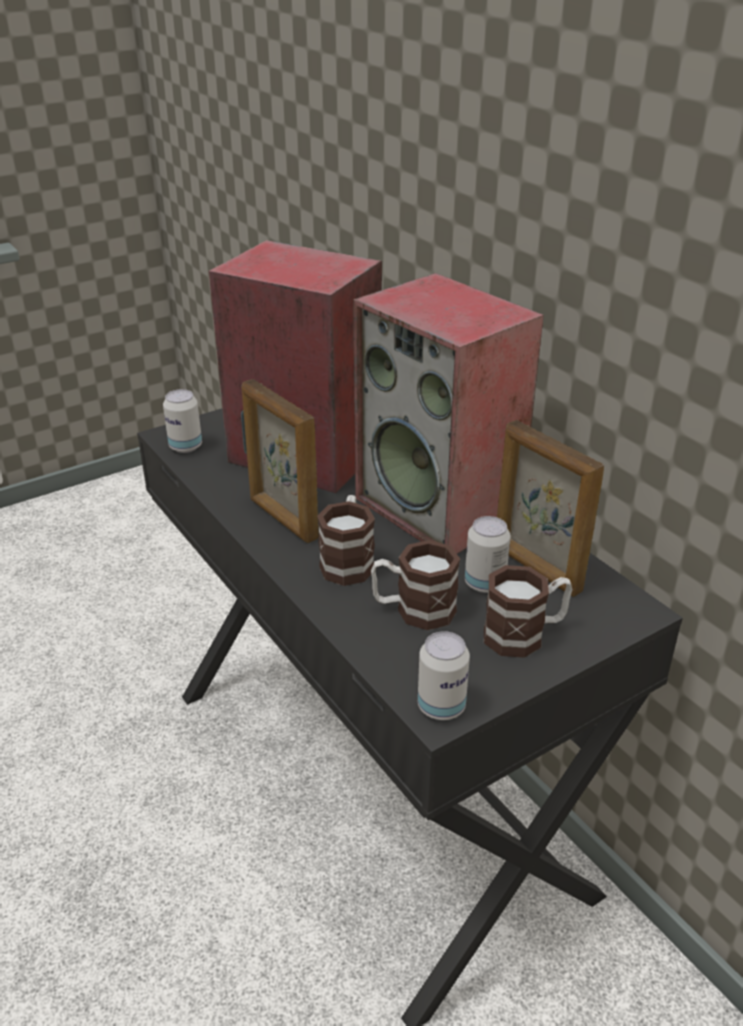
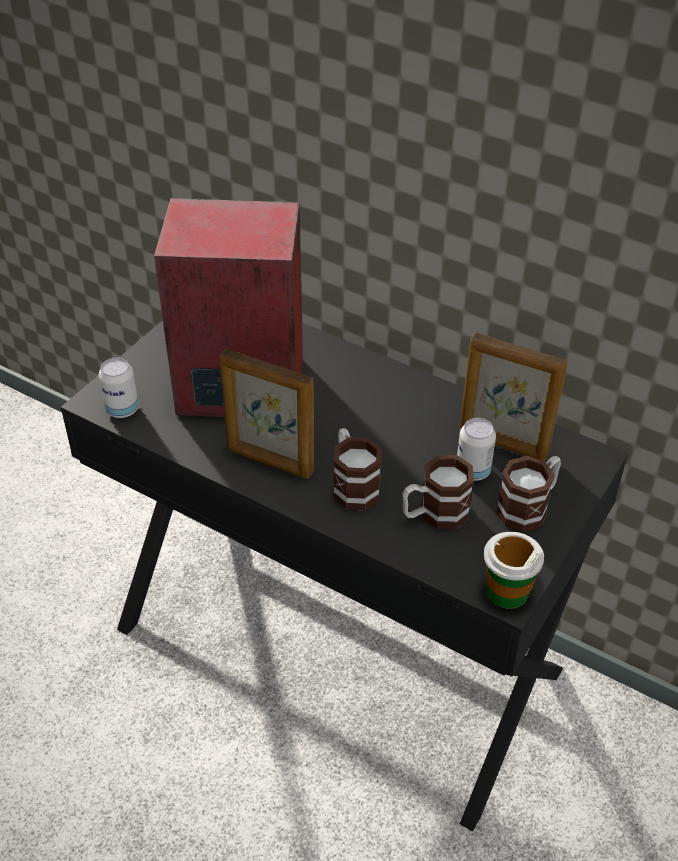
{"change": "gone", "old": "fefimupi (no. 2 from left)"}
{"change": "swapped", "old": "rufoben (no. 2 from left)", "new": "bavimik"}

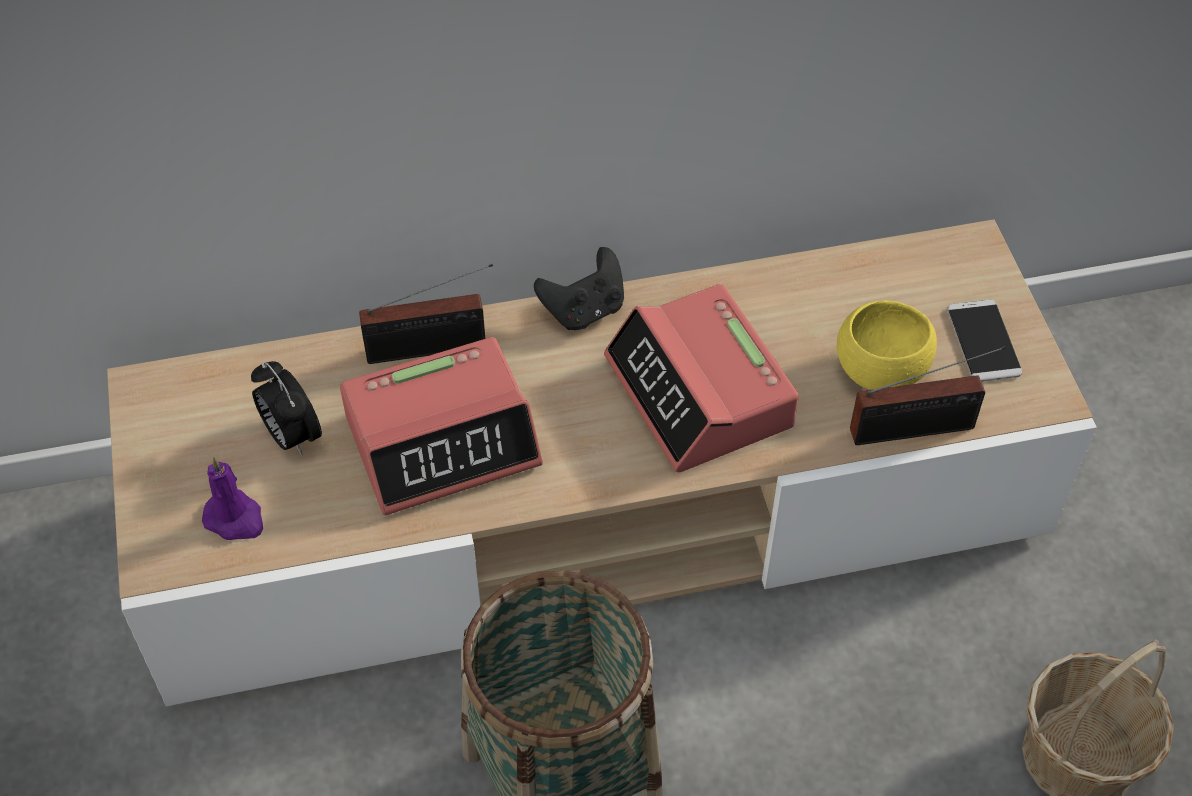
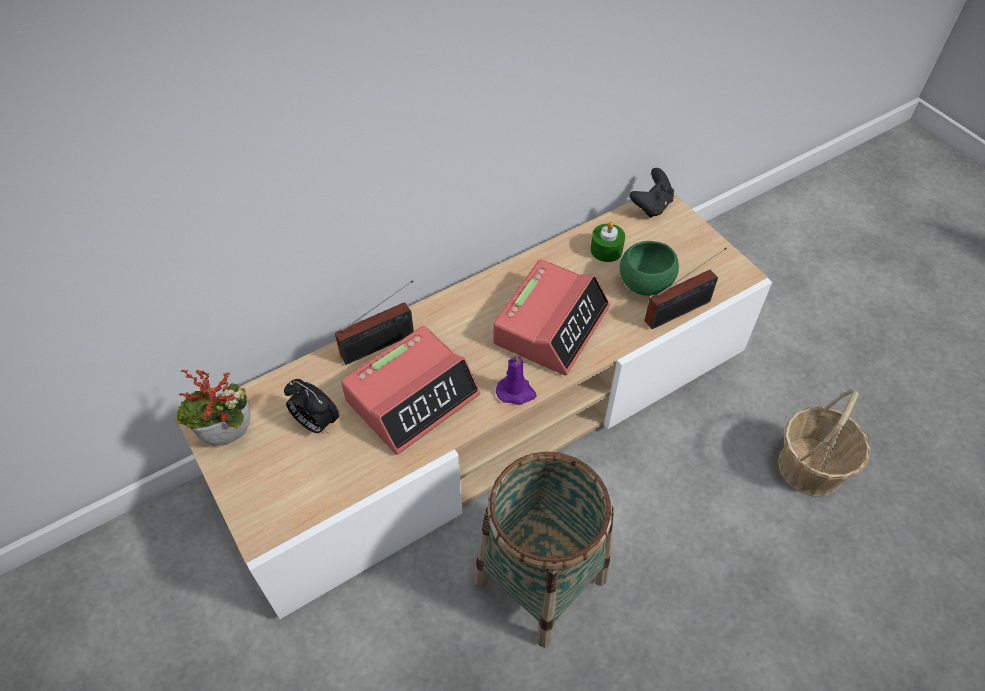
{"change": "gone", "old": "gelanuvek"}
{"change": "new", "new": "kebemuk"}
{"change": "new", "new": "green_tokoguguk"}
{"change": "shifted", "old": "purple_tokoguguk"}
{"change": "shifted", "old": "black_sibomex"}
{"change": "repainted", "old": "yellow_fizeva", "new": "green_fizeva"}
{"change": "rotated", "old": "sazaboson (no. 3 from left)", "degrees": -105}

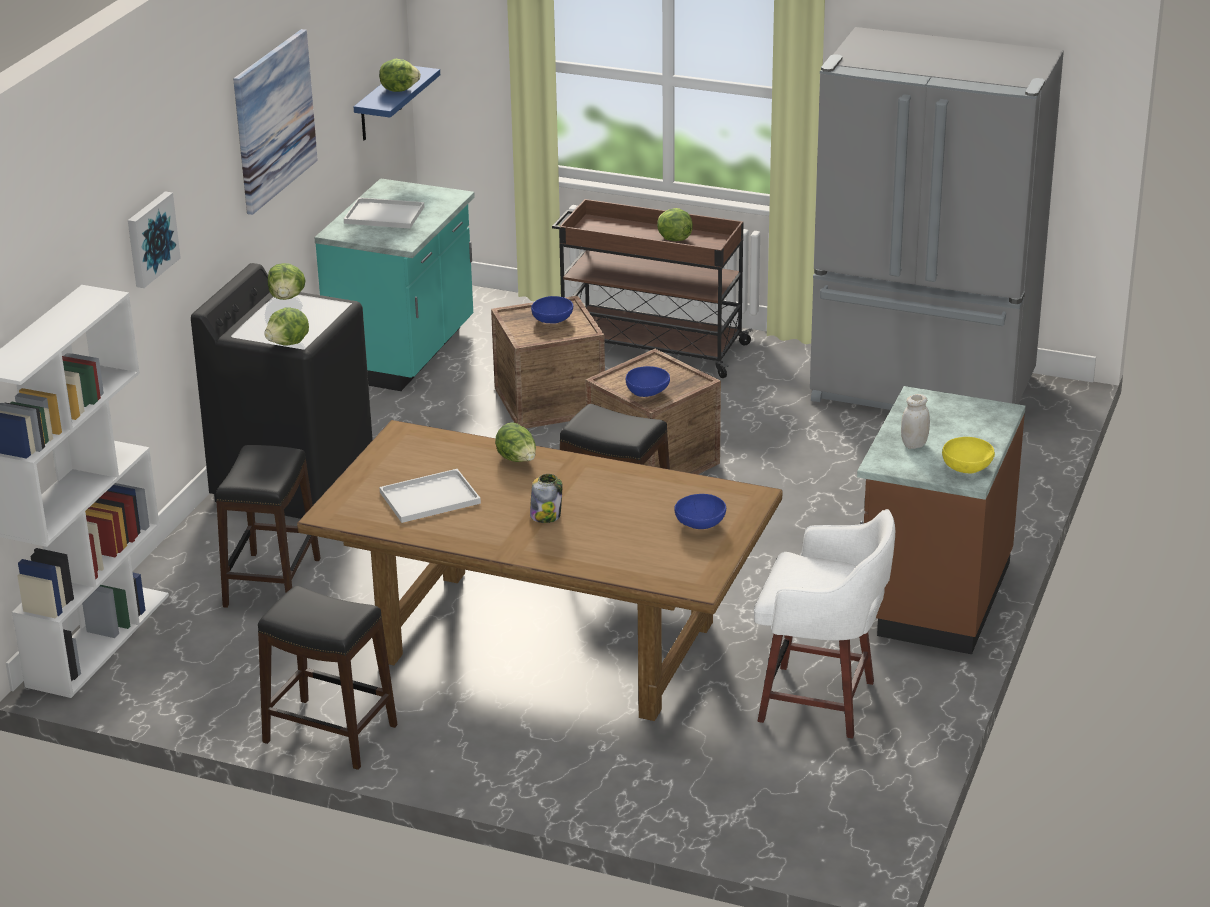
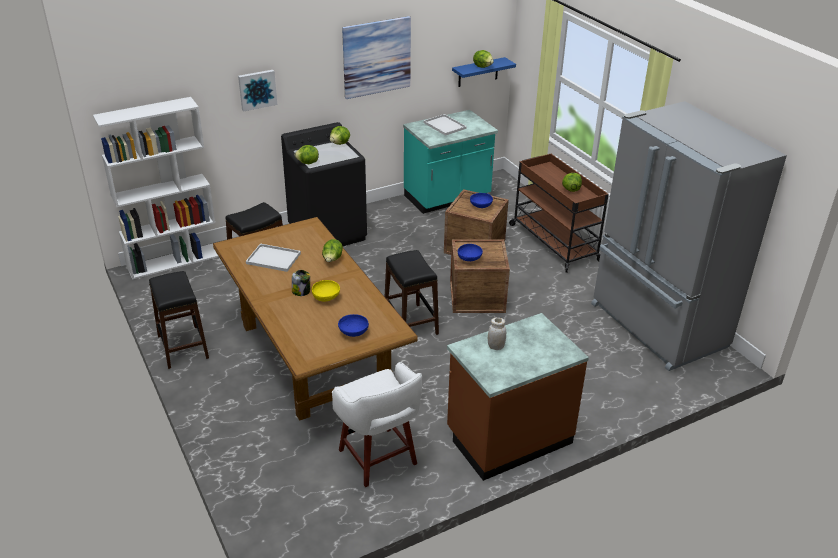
{"change": "shifted", "old": "yellow_fizeva"}

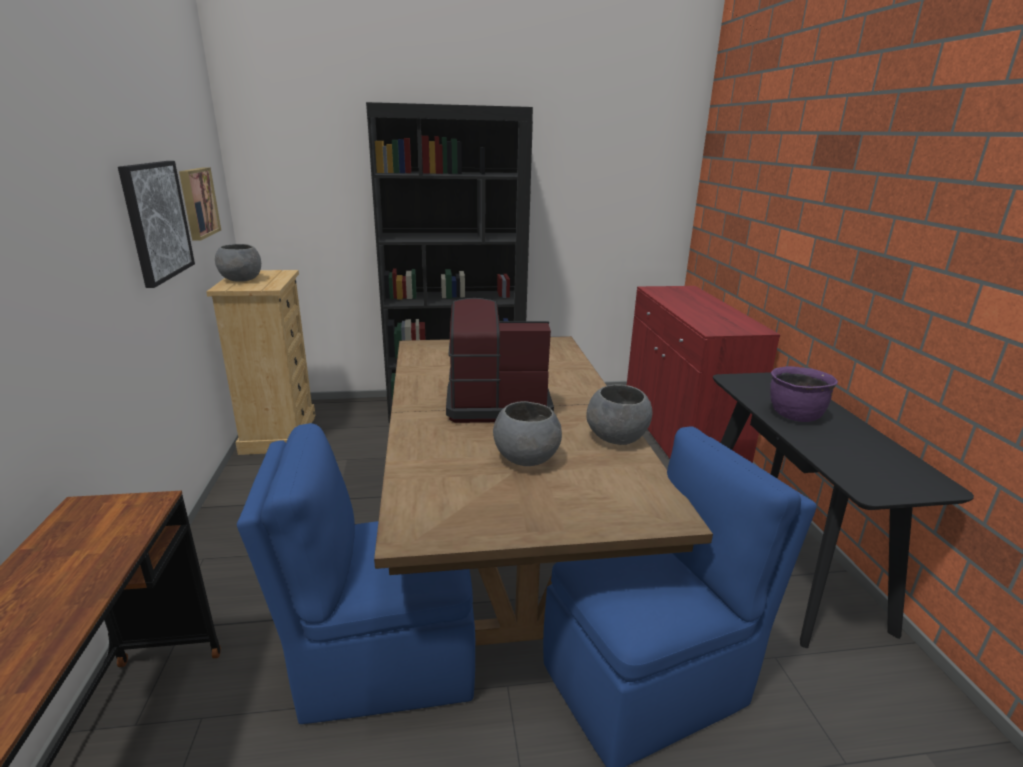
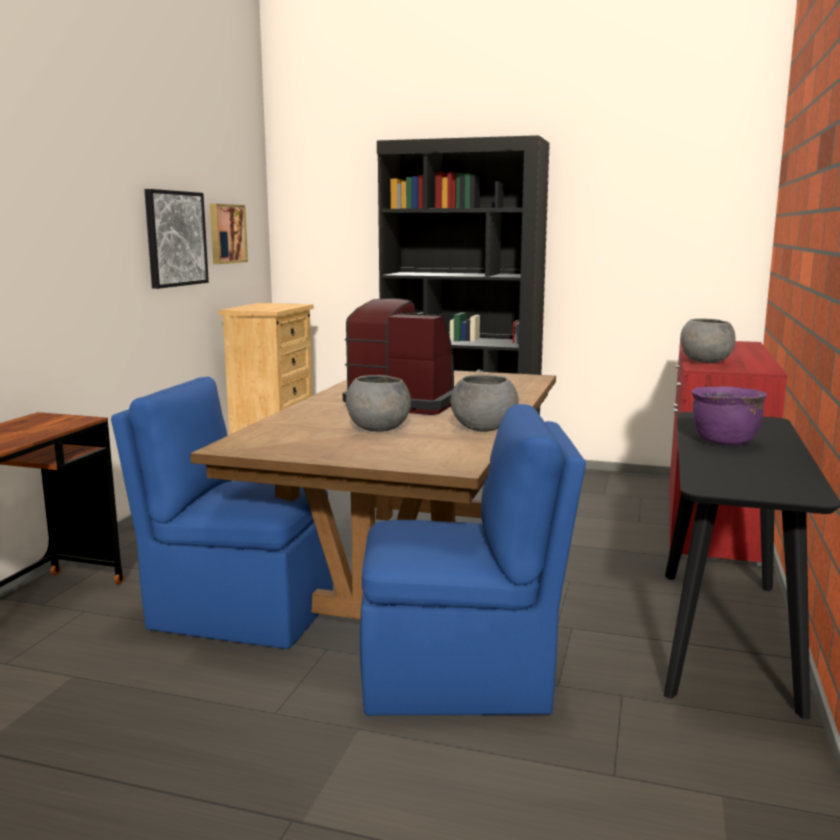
{"change": "shifted", "old": "grey_fizeva (no. 1 from left in the first image)", "new": "grey_fizeva (no. 3 from left)"}

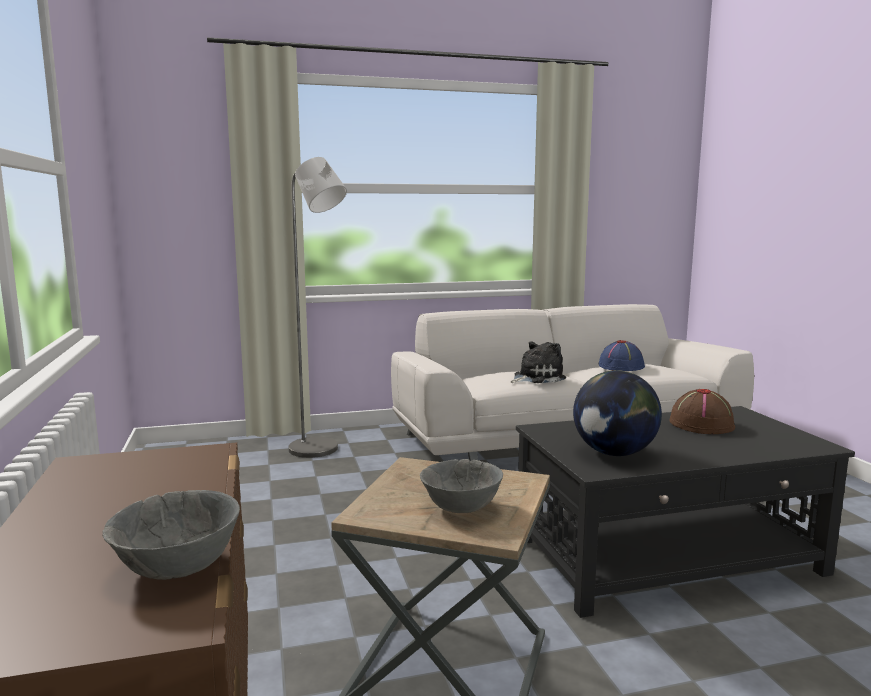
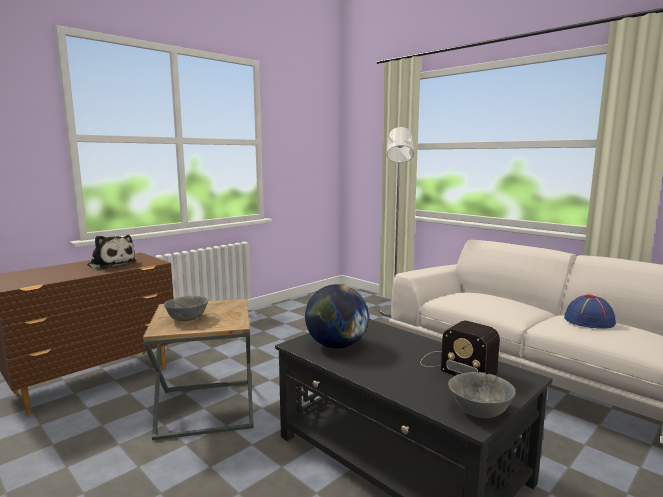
{"change": "shifted", "old": "grey_fizeva (no. 1 from left in the first image)", "new": "grey_fizeva (no. 2 from left)"}
{"change": "shifted", "old": "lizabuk"}
{"change": "swapped", "old": "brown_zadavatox", "new": "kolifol"}

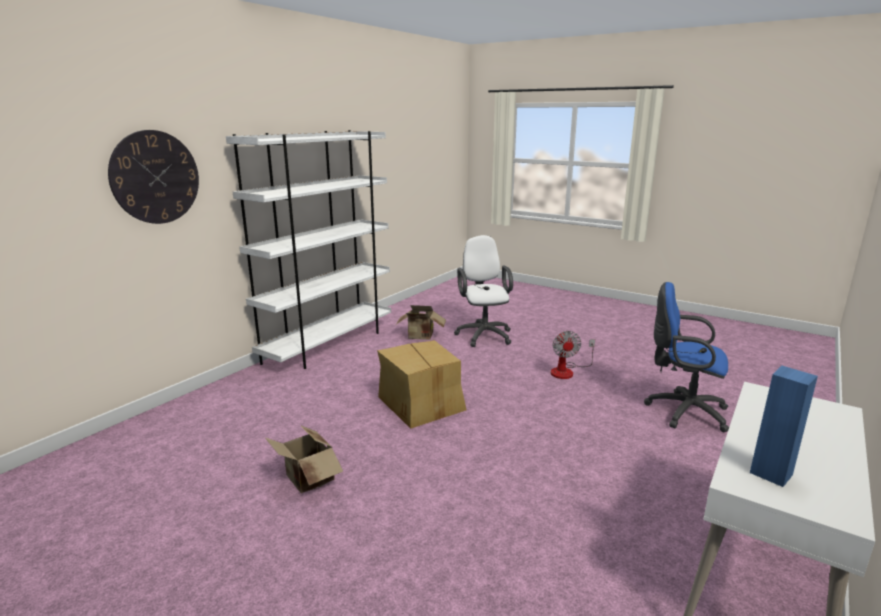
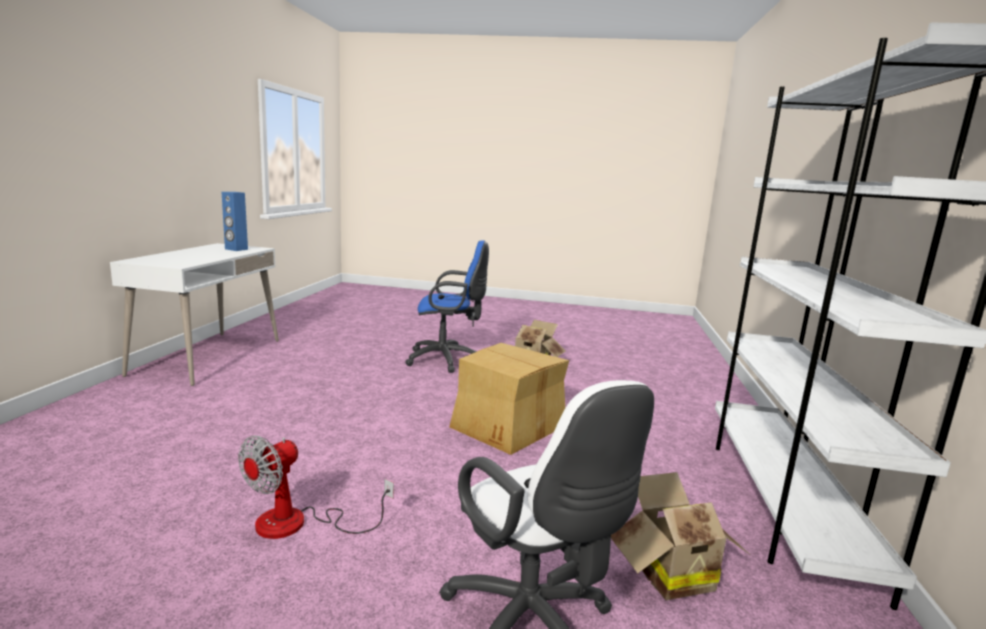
{"change": "gone", "old": "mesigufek"}
{"change": "shifted", "old": "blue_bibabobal"}
{"change": "rotated", "old": "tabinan", "degrees": -120}

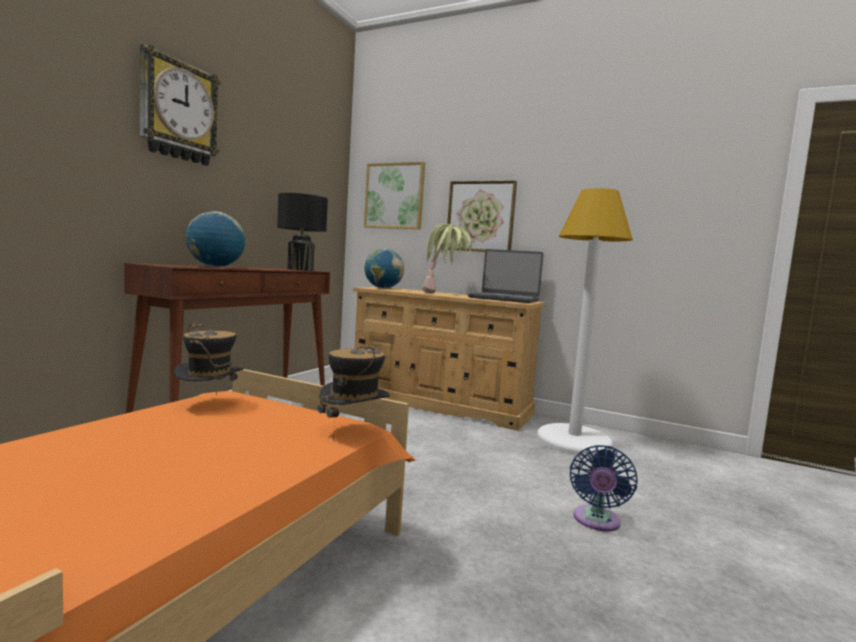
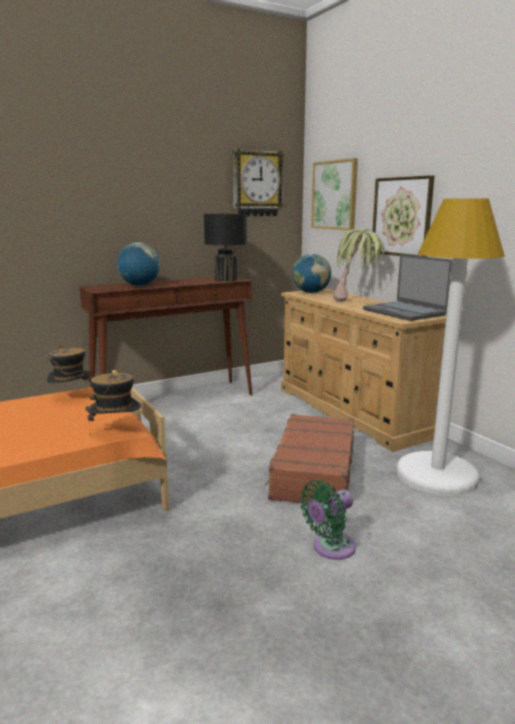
{"change": "new", "new": "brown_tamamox"}
{"change": "shifted", "old": "mesigufek"}
{"change": "repainted", "old": "blue_tabinan", "new": "green_tabinan"}

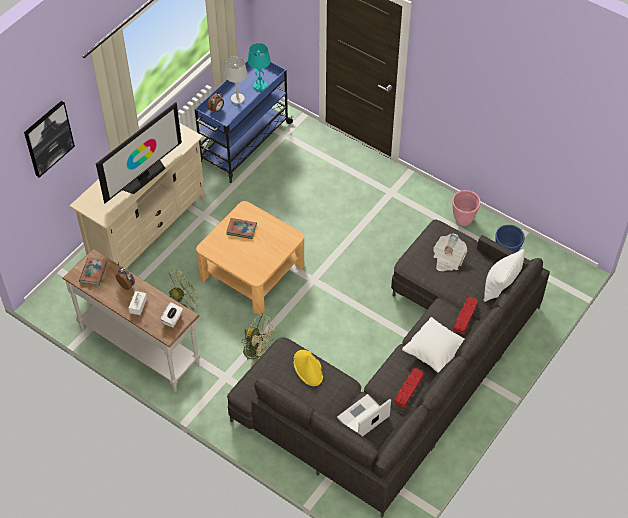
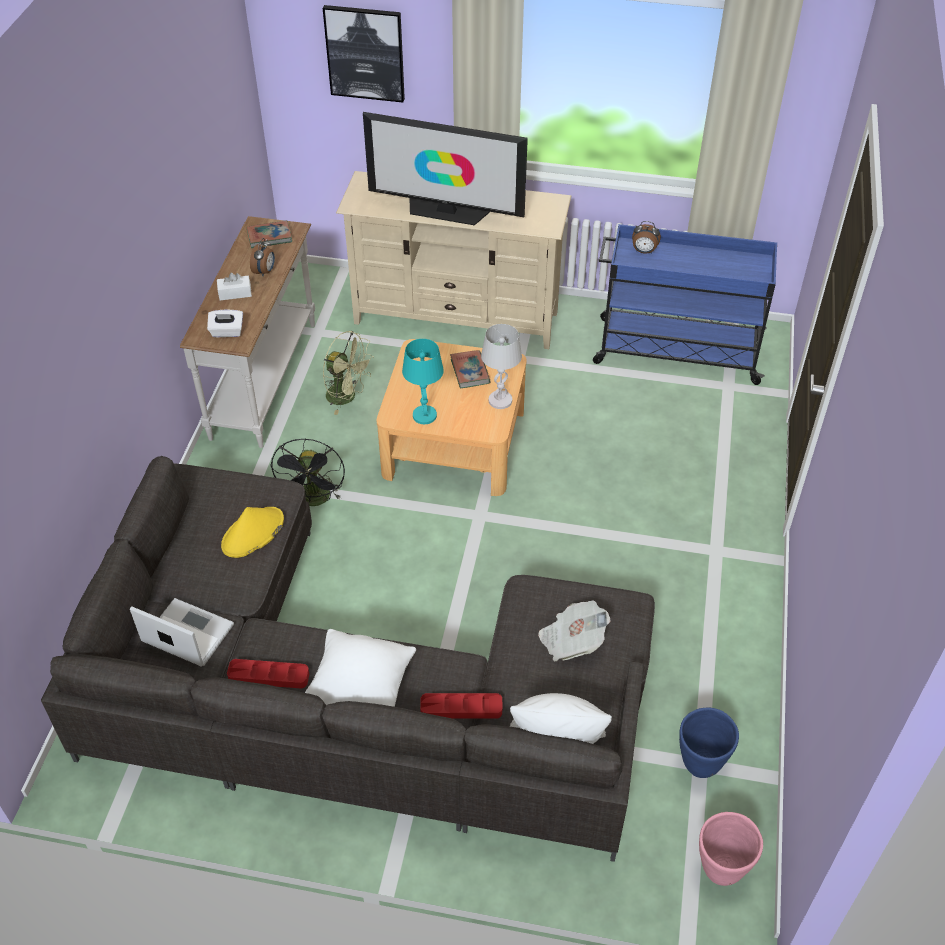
{"change": "shifted", "old": "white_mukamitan"}
{"change": "shifted", "old": "turquoise_mukamitan"}
{"change": "shifted", "old": "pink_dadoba"}
{"change": "repainted", "old": "green_tabinan (no. 2 from left)", "new": "black_tabinan"}

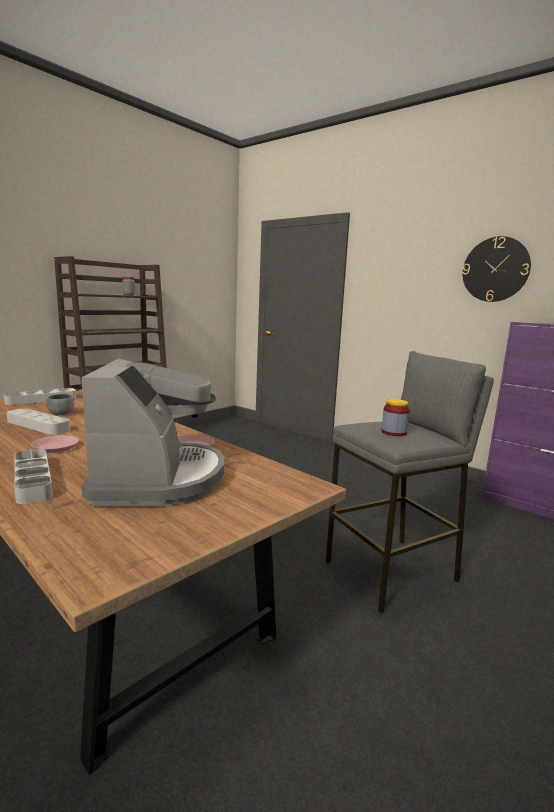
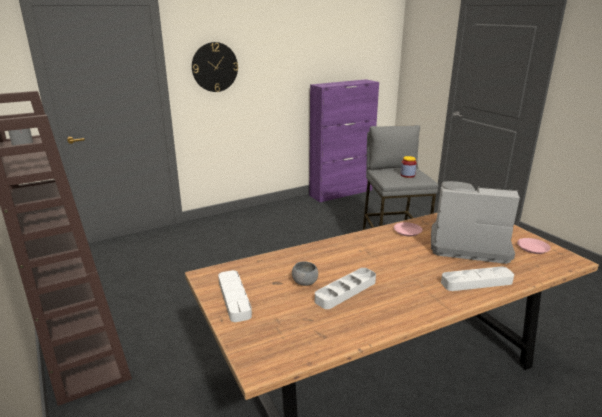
{"change": "shifted", "old": "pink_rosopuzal (no. 1 from left in the first image)", "new": "pink_rosopuzal (no. 2 from left)"}
{"change": "shifted", "old": "mesigufek"}

